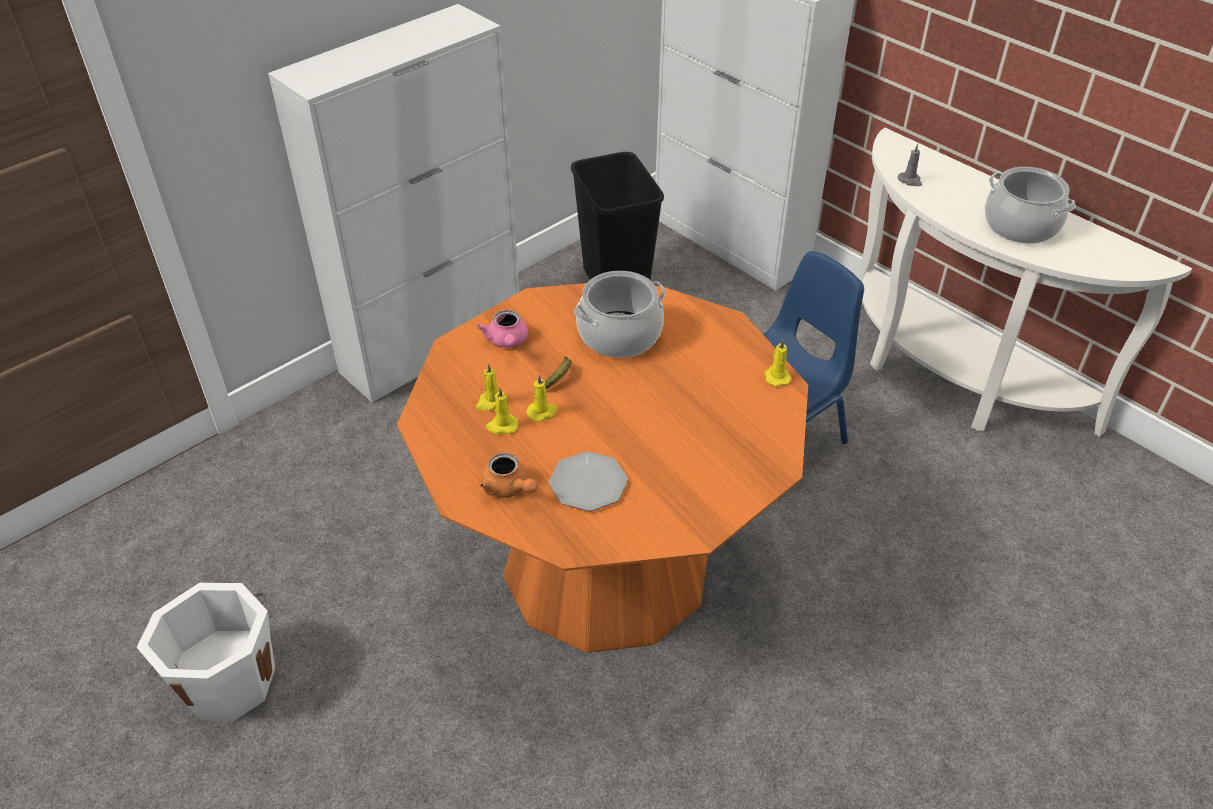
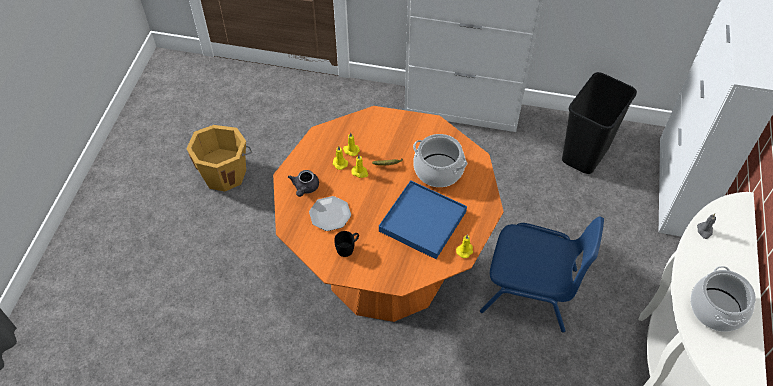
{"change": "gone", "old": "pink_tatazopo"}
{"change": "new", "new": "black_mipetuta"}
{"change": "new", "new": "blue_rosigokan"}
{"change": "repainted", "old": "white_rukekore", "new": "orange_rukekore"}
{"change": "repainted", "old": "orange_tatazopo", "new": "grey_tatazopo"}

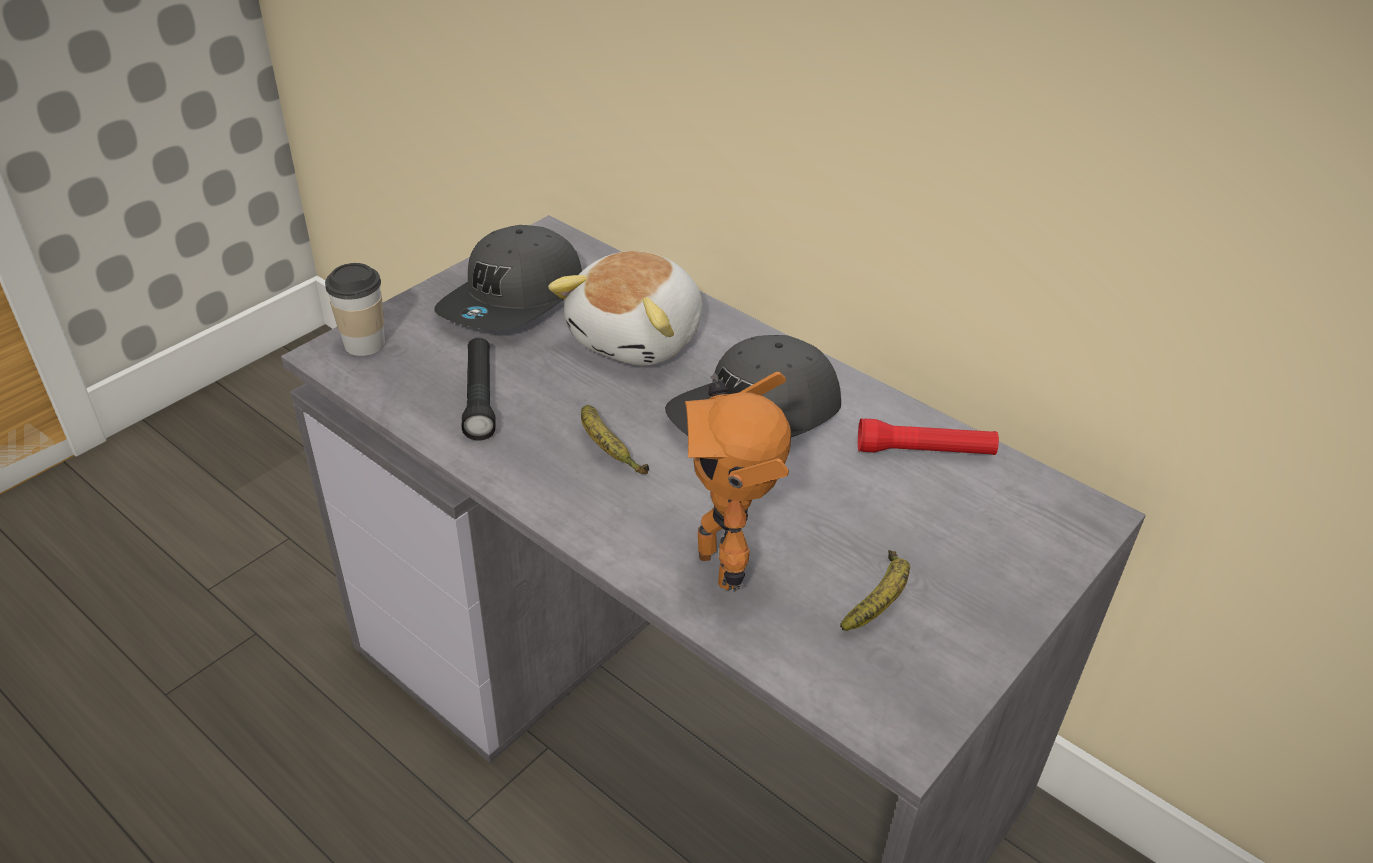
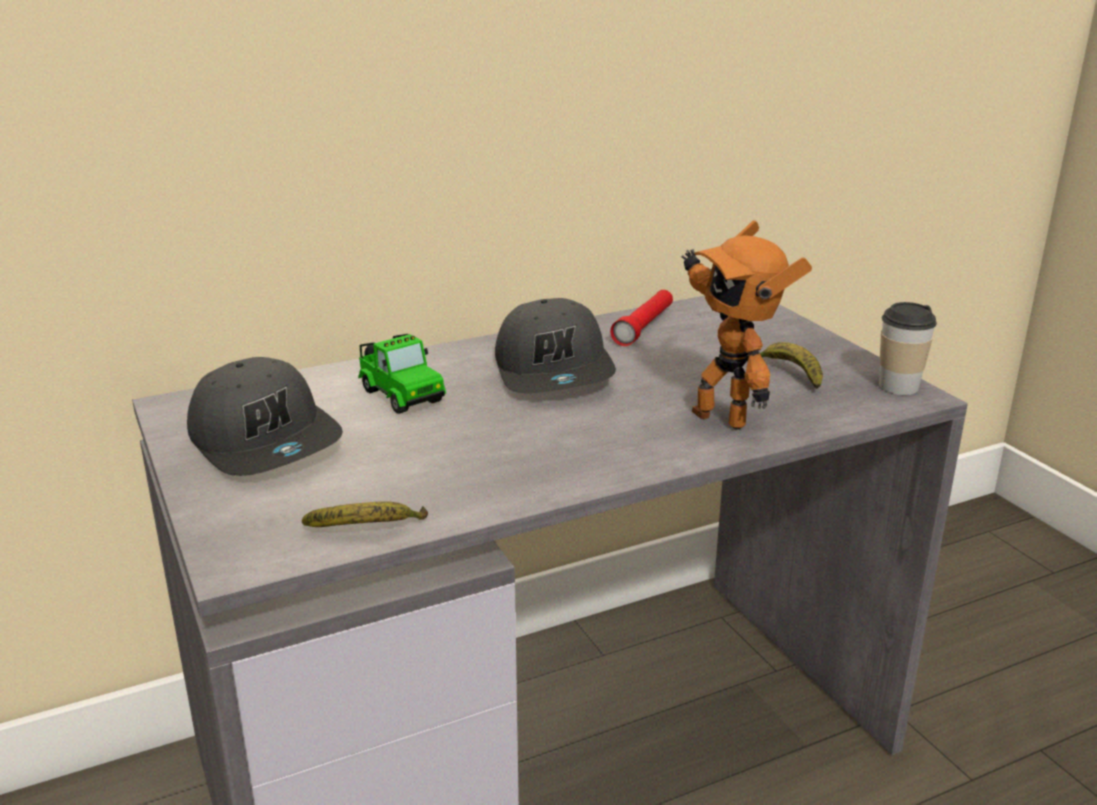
{"change": "gone", "old": "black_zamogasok"}
{"change": "shifted", "old": "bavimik"}
{"change": "shifted", "old": "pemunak (no. 1 from left)"}
{"change": "swapped", "old": "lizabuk", "new": "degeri"}
{"change": "rotated", "old": "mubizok", "degrees": 45}

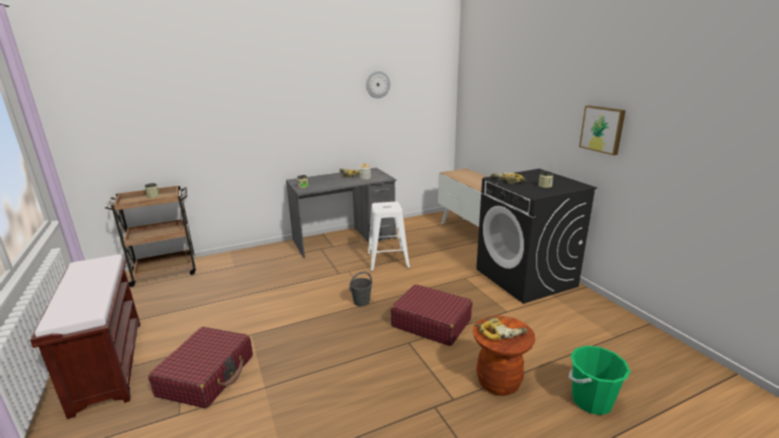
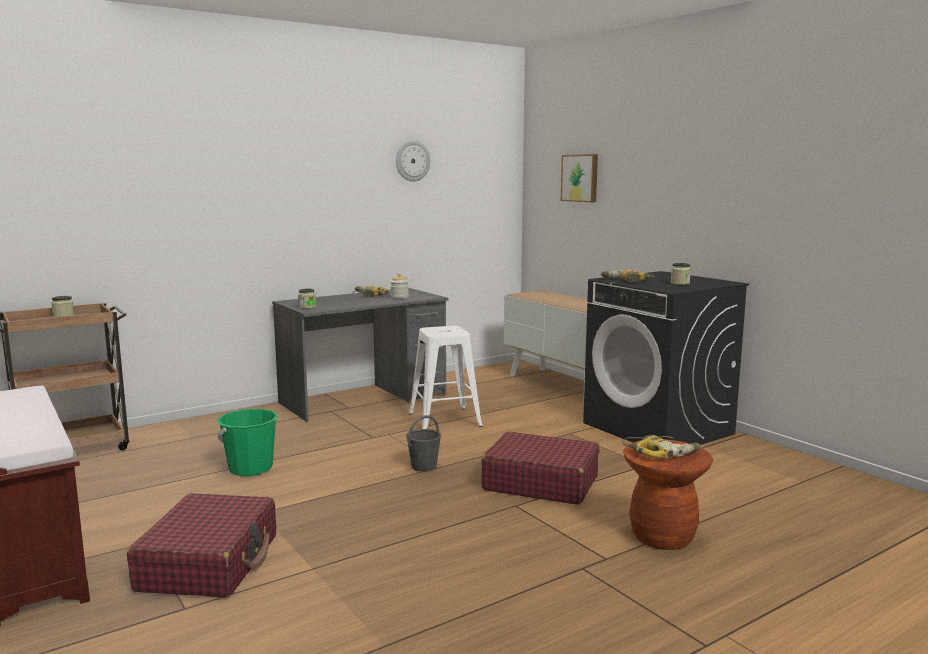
{"change": "shifted", "old": "green_rukekore"}
{"change": "shifted", "old": "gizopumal"}

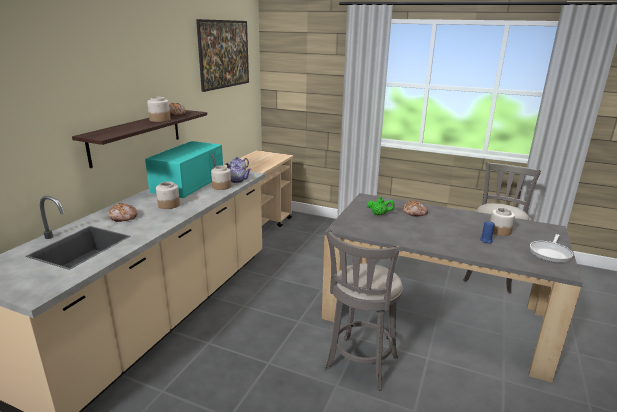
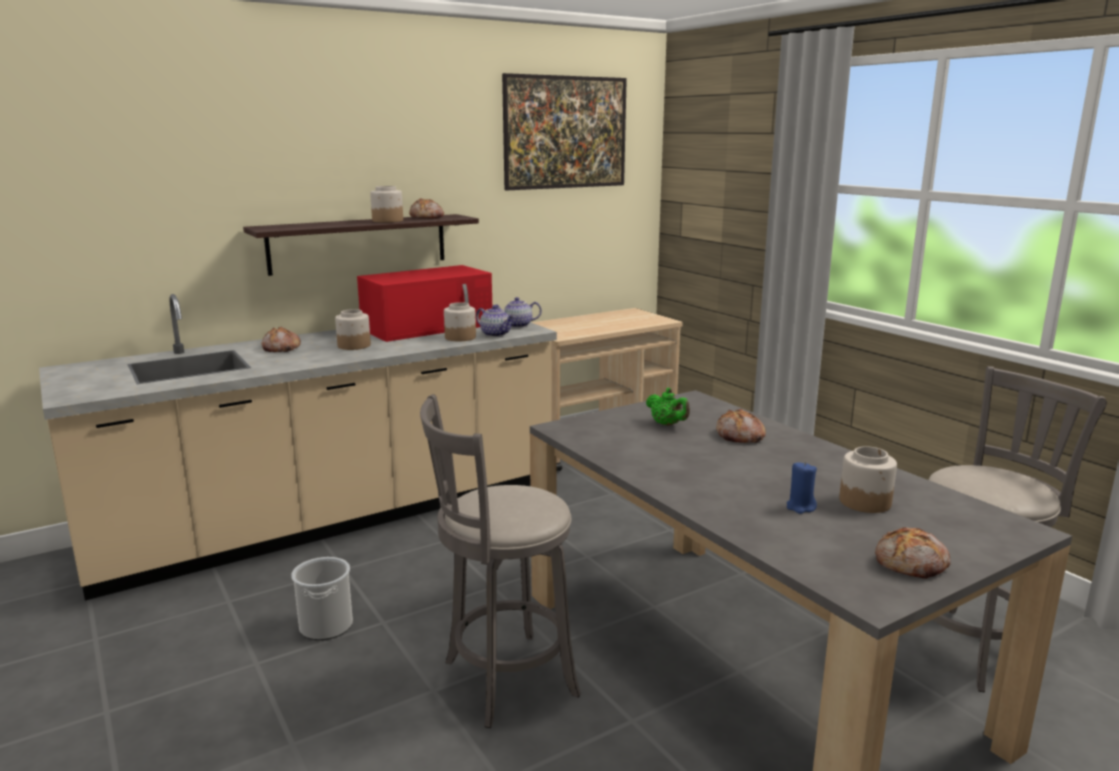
{"change": "new", "new": "rukekore"}
{"change": "swapped", "old": "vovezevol", "new": "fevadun (no. 4 from left)"}
{"change": "repainted", "old": "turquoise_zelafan", "new": "red_zelafan"}

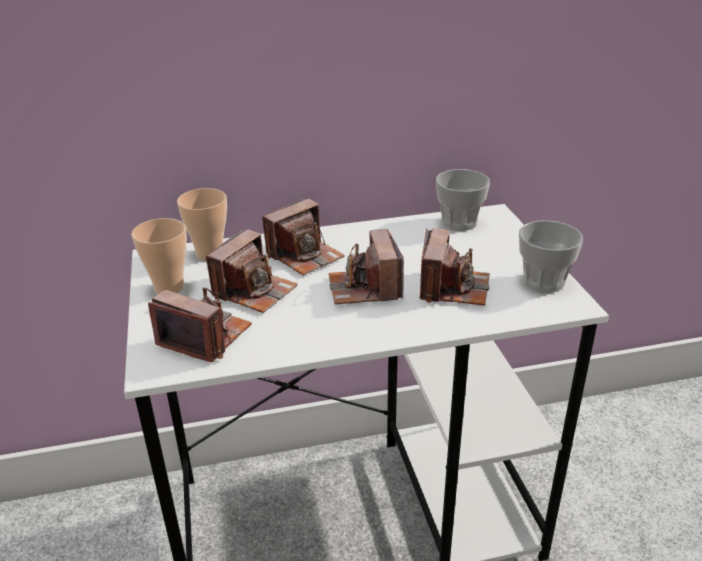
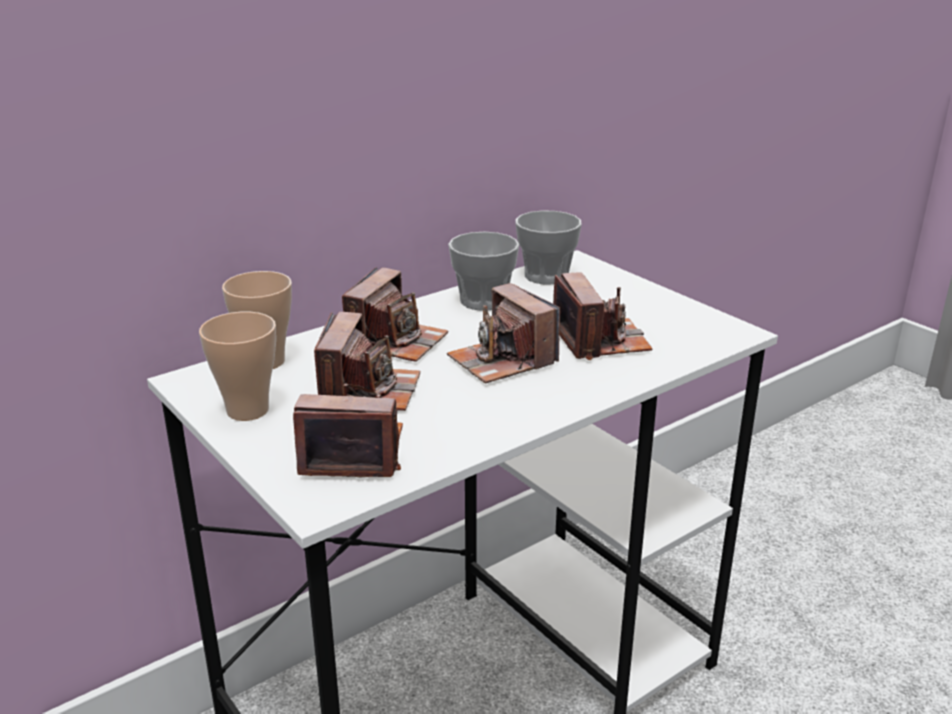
{"change": "shifted", "old": "bavimik (no. 4 from left in the first image)", "new": "bavimik (no. 3 from left)"}

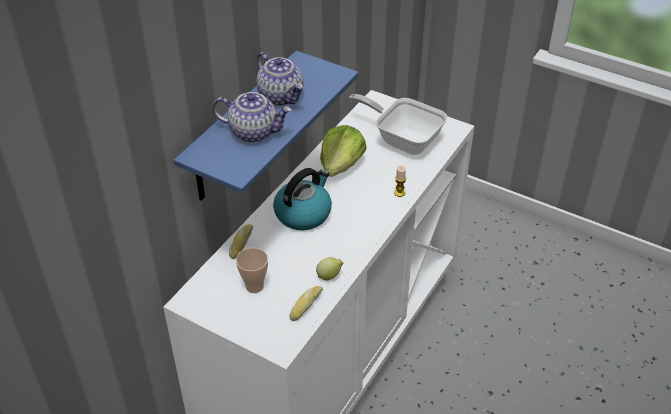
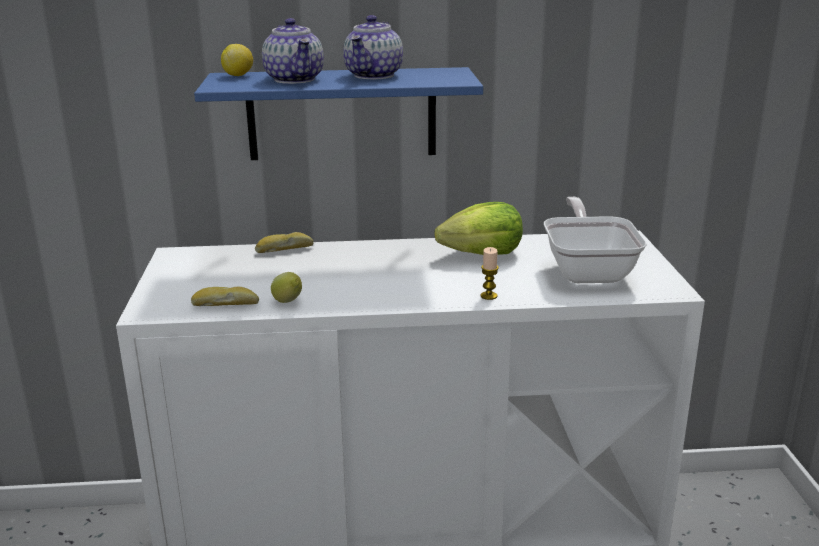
{"change": "gone", "old": "bavimik"}
{"change": "gone", "old": "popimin"}
{"change": "new", "new": "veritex (no. 1 from left)"}

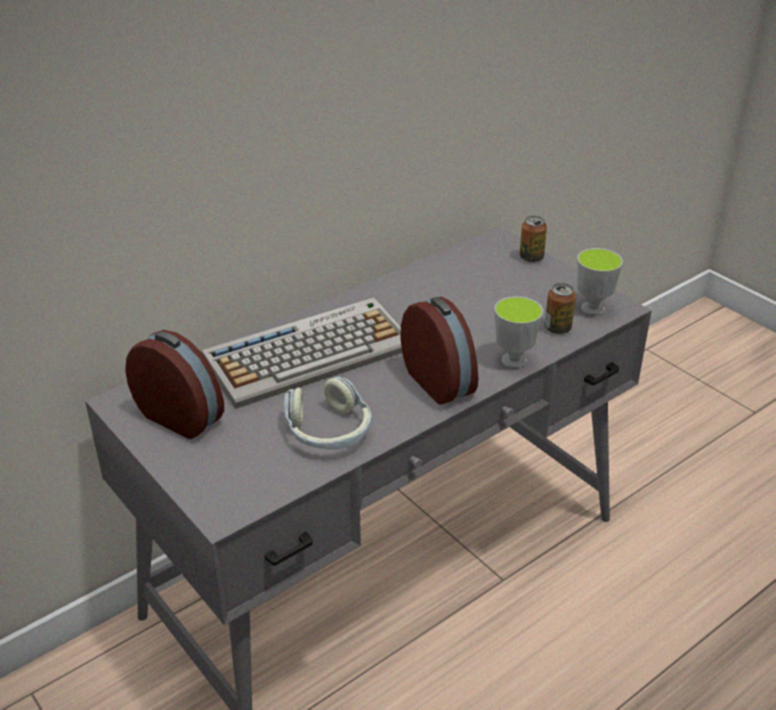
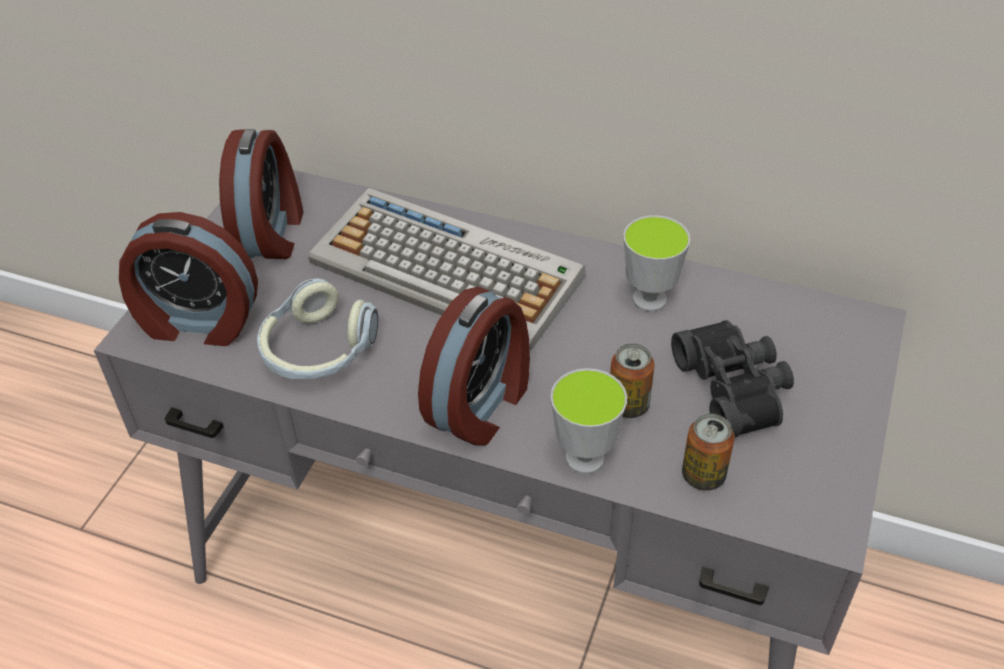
{"change": "new", "new": "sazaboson (no. 1 from left)"}
{"change": "new", "new": "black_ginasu"}
{"change": "shifted", "old": "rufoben (no. 1 from left)"}
{"change": "shifted", "old": "bavimik (no. 2 from left)"}

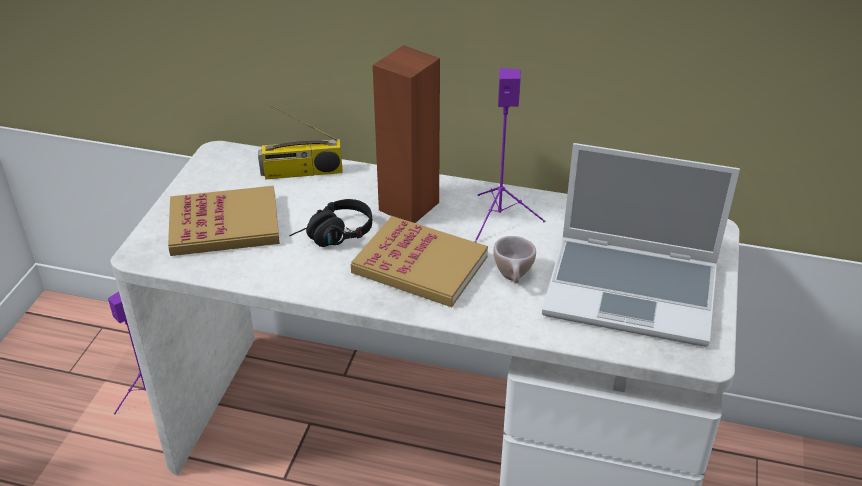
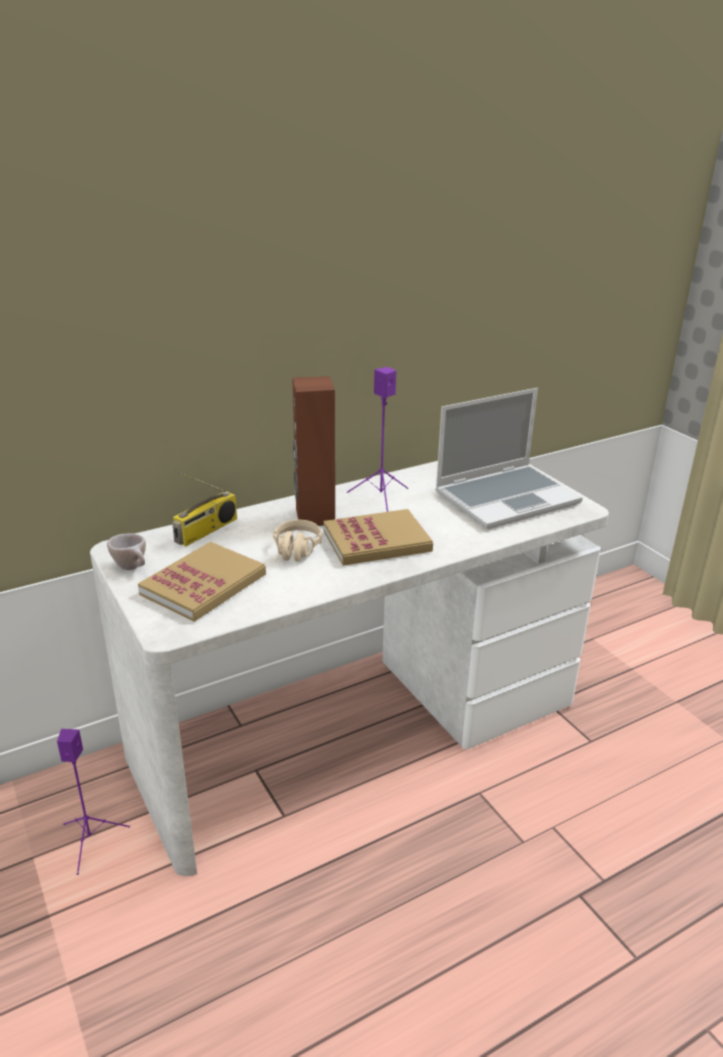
{"change": "shifted", "old": "beige_bavimik"}
{"change": "repainted", "old": "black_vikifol", "new": "beige_vikifol"}

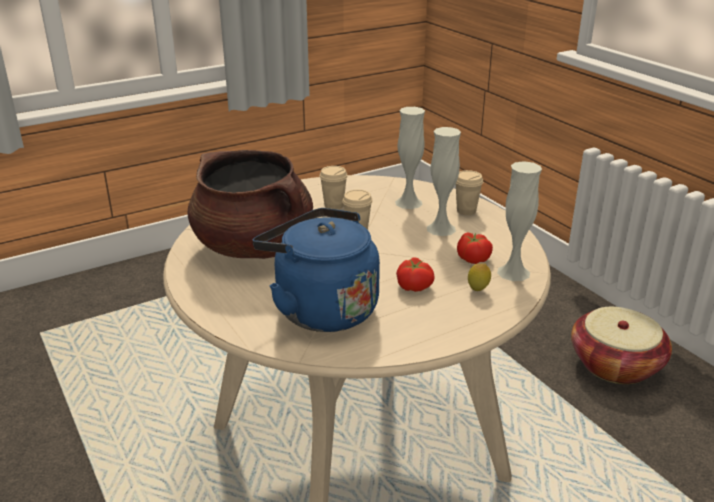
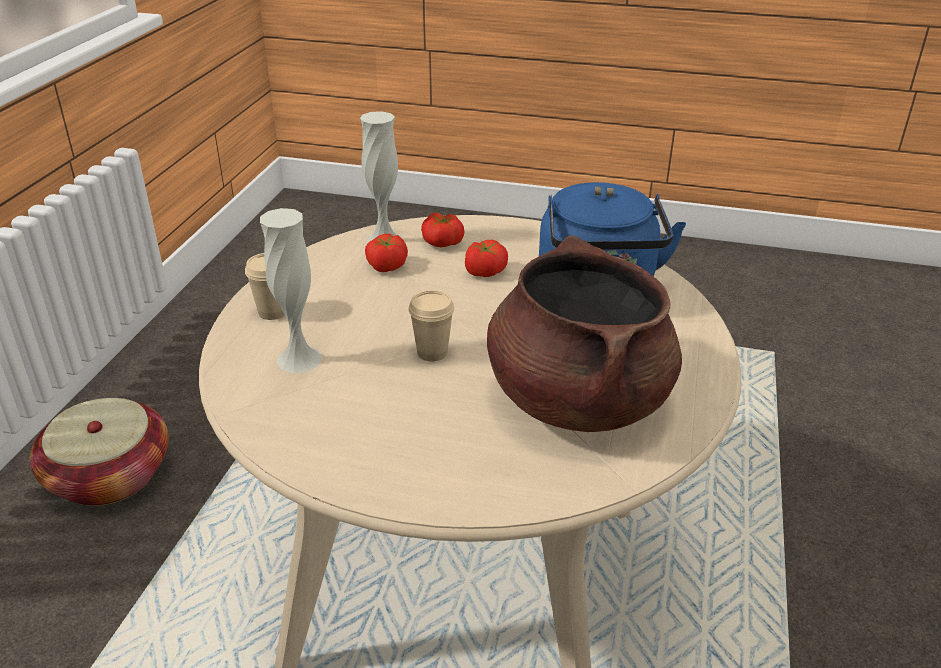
{"change": "gone", "old": "beige_bavimik (no. 1 from left)"}
{"change": "gone", "old": "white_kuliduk (no. 2 from left)"}
{"change": "swapped", "old": "veritex", "new": "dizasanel (no. 2 from left)"}

